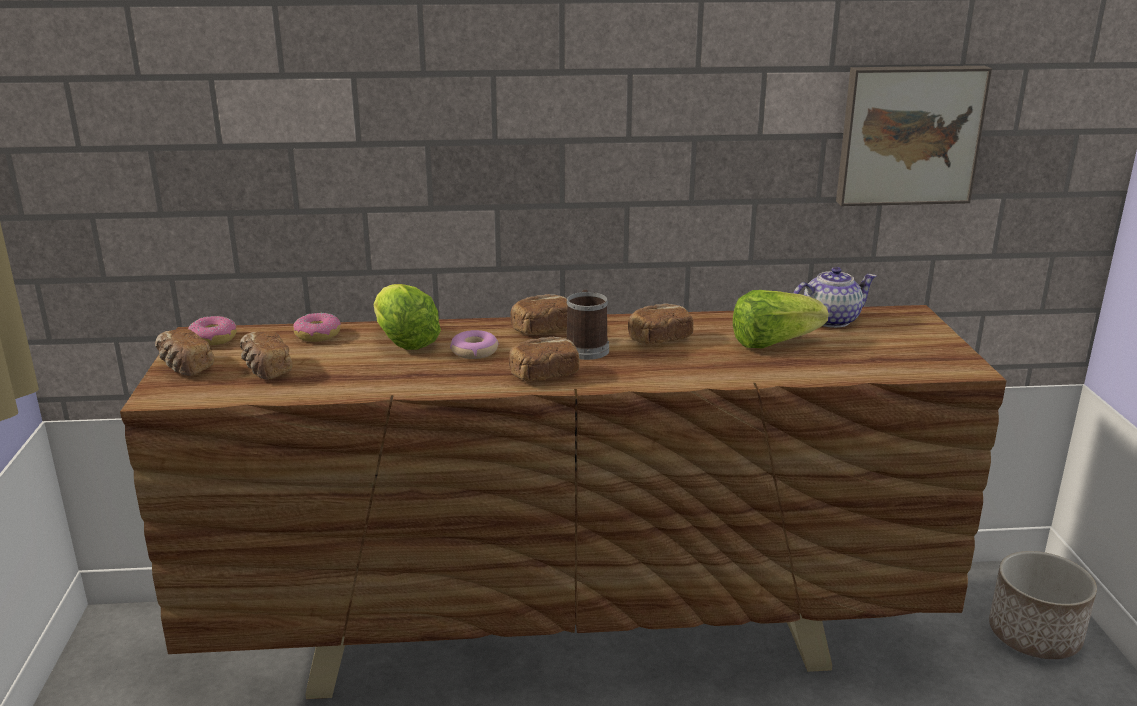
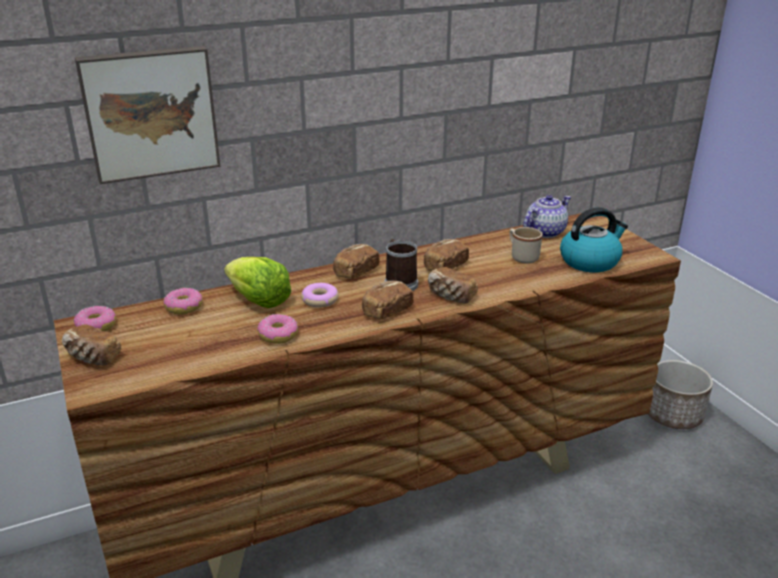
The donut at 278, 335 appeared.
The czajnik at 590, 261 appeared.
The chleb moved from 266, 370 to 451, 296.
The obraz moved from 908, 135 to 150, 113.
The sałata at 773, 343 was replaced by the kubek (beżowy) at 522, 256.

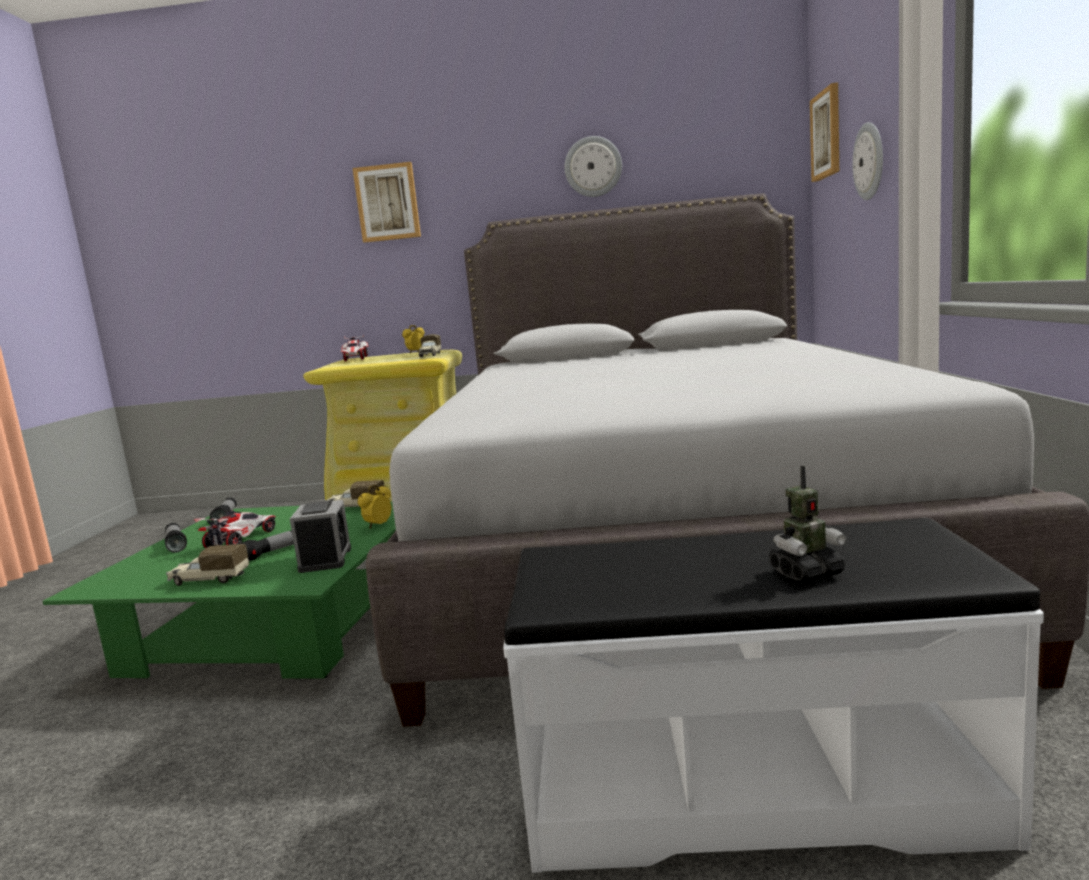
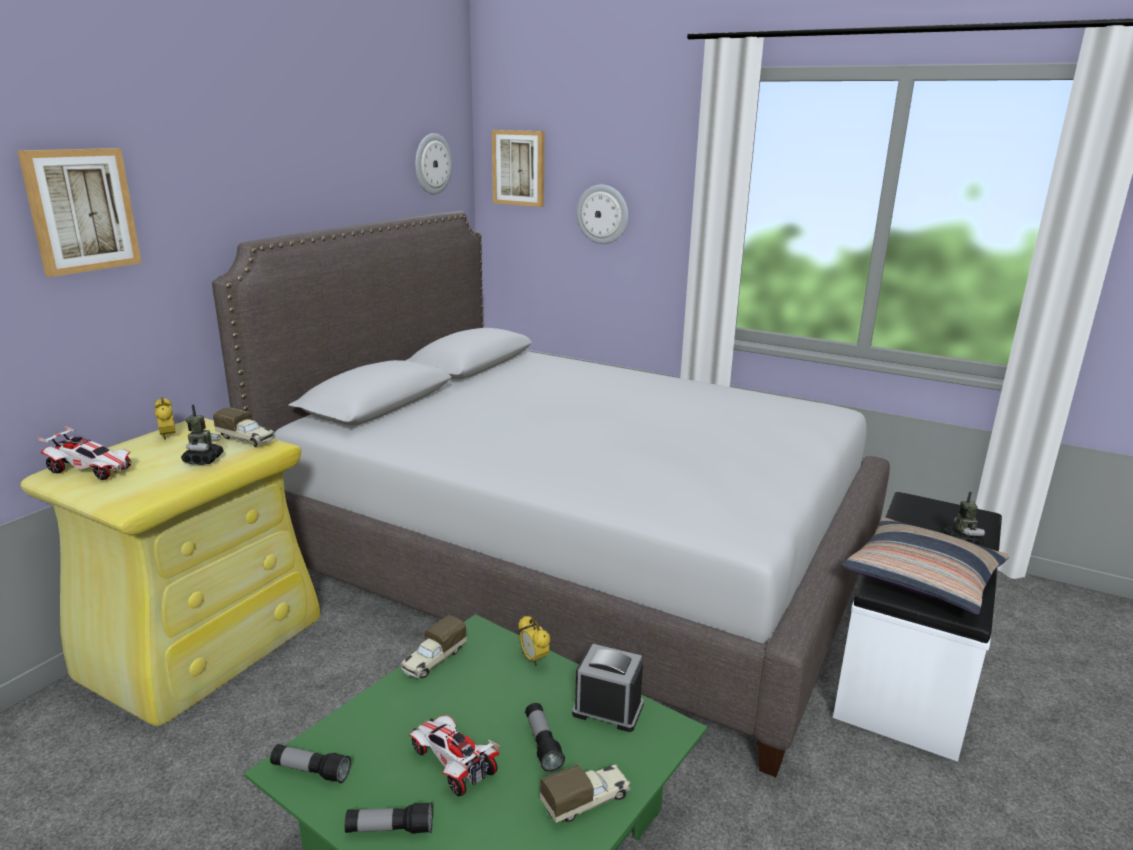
The robot zabawkowy at 203, 460 appeared.
The poduszka at 922, 578 appeared.
The zegar ścienny moved from 593, 167 to 432, 164.
The ciężarówka zabawkowa at 208, 579 turned 150 degrees counterclockwise.

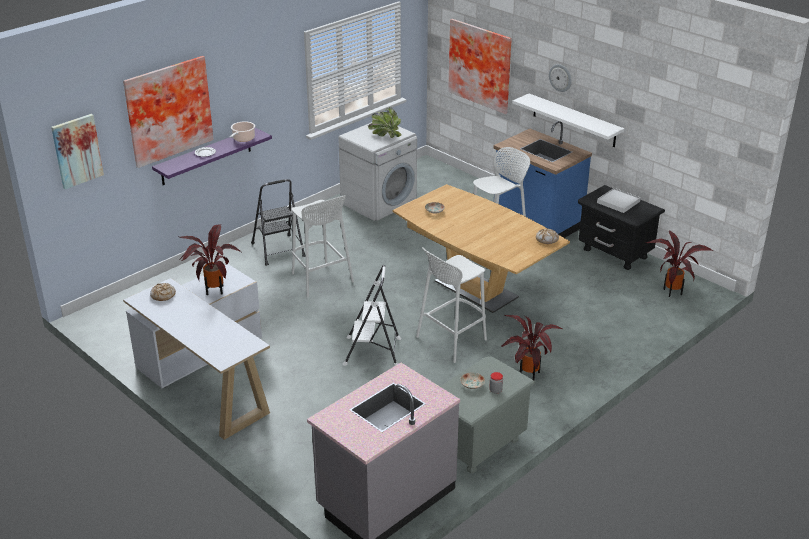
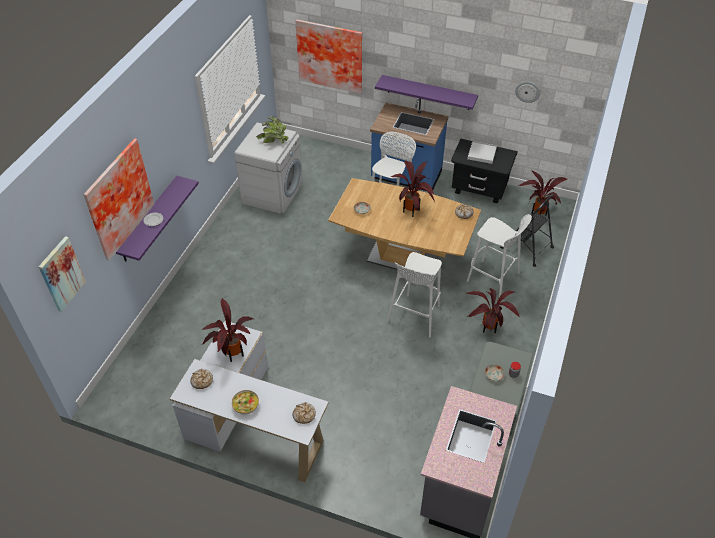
The garnek at 243, 139 disappeared.
The drabinka (biały) at 374, 351 disappeared.
The miska at 246, 406 appeared.
The chleb at 304, 415 appeared.
The roślina doniczkowa at 413, 210 appeared.
The drabinka (czarny) moved from 278, 250 to 528, 248.
The stołek (biały) moved from 320, 279 to 493, 279.
The zegar ścienny moved from 560, 77 to 527, 91.
The półka (biały) at 574, 120 became the półka (fioletowy) at 428, 92.

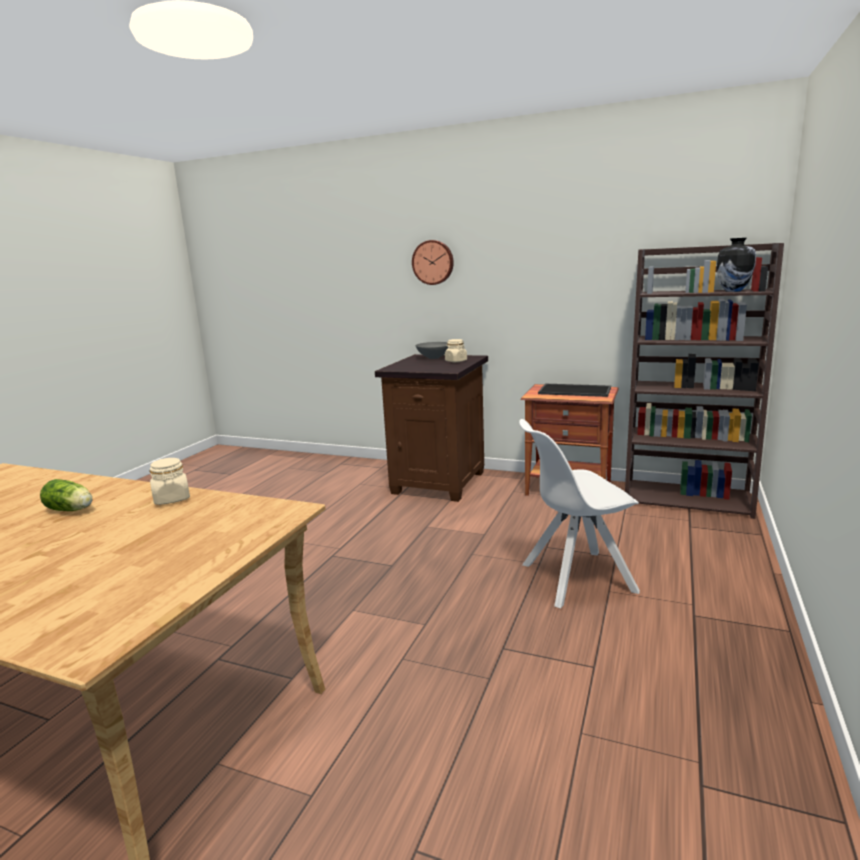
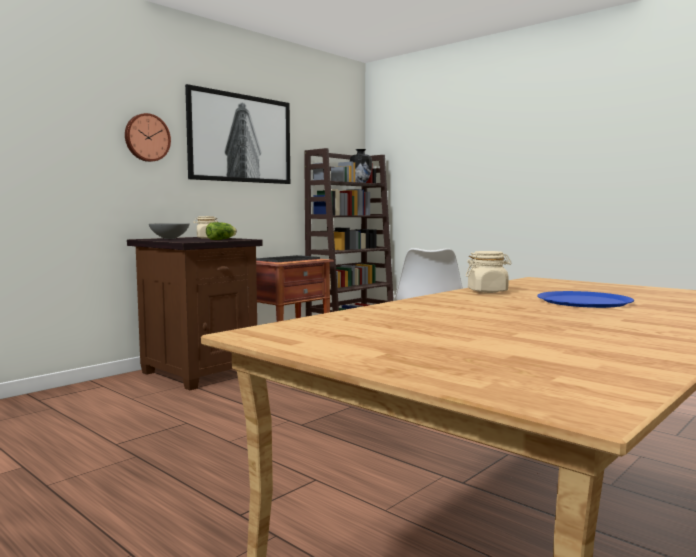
The obraz at 241, 138 appeared.
The talerz (niebieski) at 584, 301 appeared.
The sałata moved from 71, 510 to 222, 239.

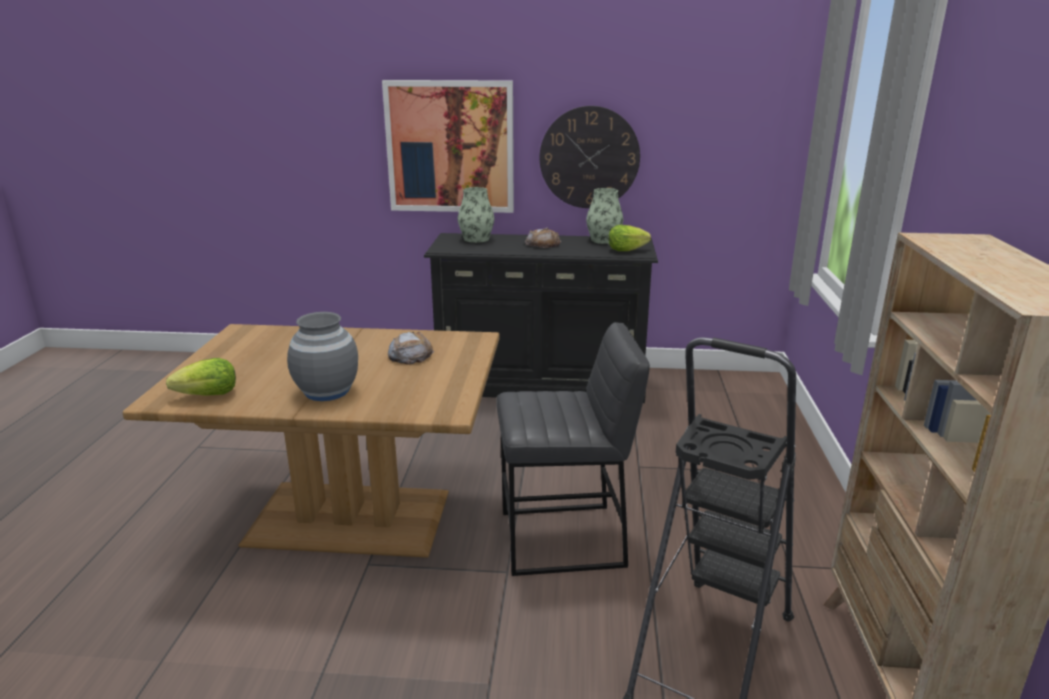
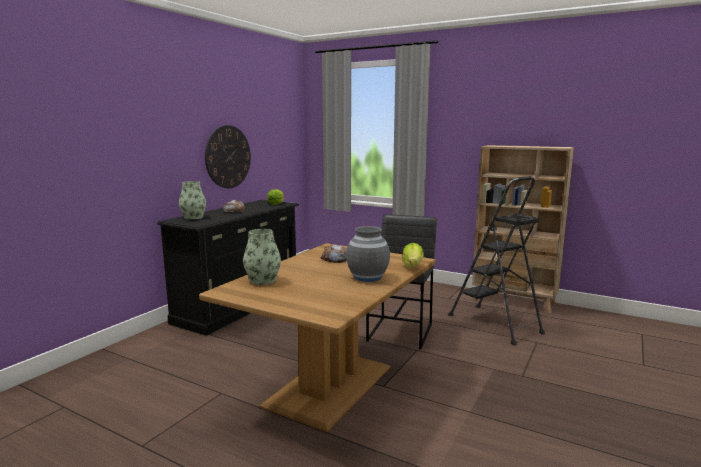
The obraz at 450, 147 disappeared.
The sałata moved from 209, 395 to 412, 266.
The wazon moved from 603, 240 to 262, 280.

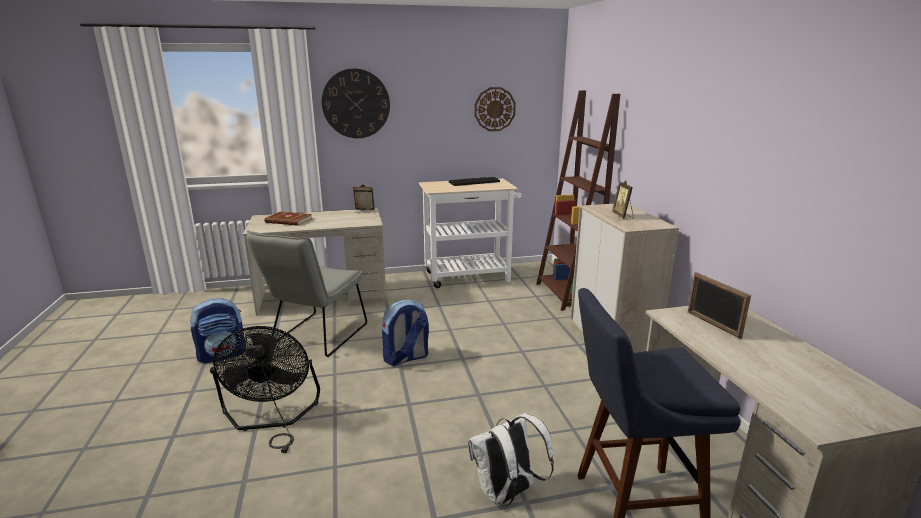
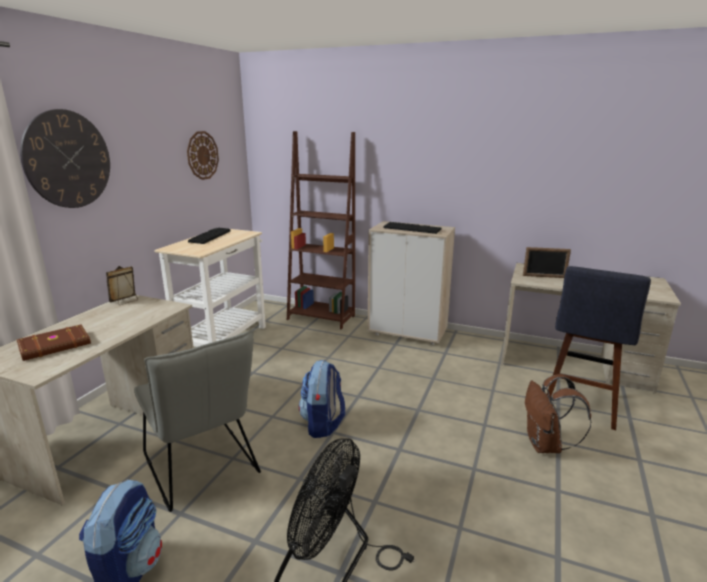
The ramka na zdjęcie at 623, 216 was replaced by the klawiatura at 412, 229.
The plecak (biały) at 507, 494 became the plecak (brązowy) at 546, 445.

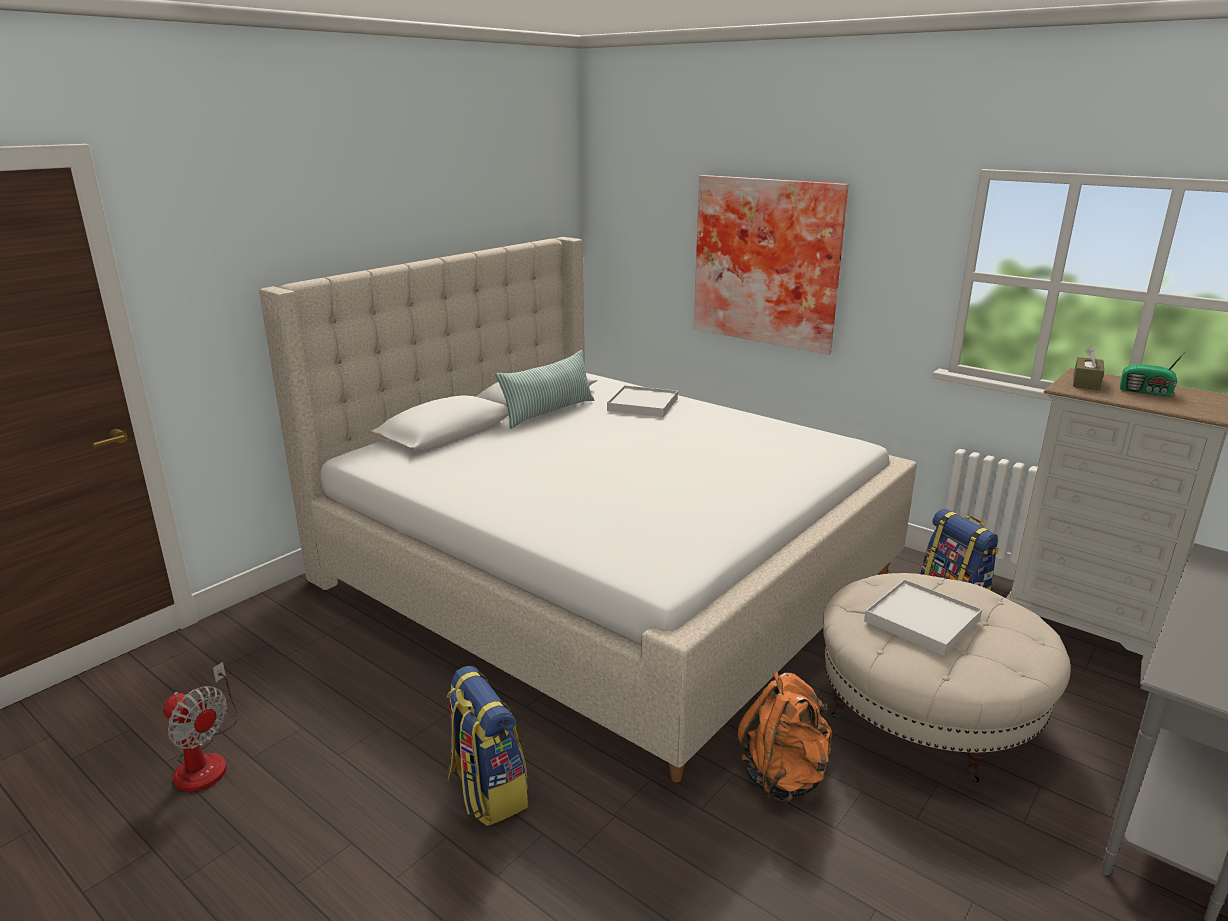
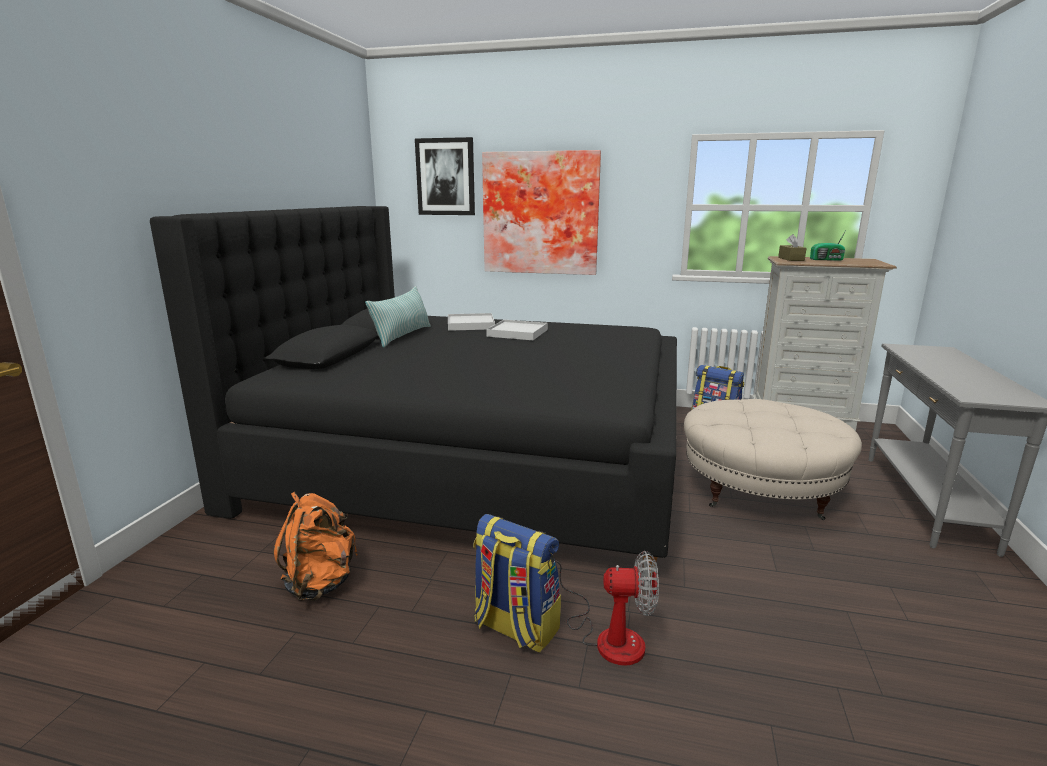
The obraz at 445, 177 appeared.
The wentylator moved from 206, 760 to 608, 636.
The plecak (pomarańczowy) moved from 784, 776 to 320, 583.
The taca (biały) moved from 922, 620 to 518, 333.
The łóżko (beżowy) at 604, 575 became the łóżko (czarny) at 476, 458.

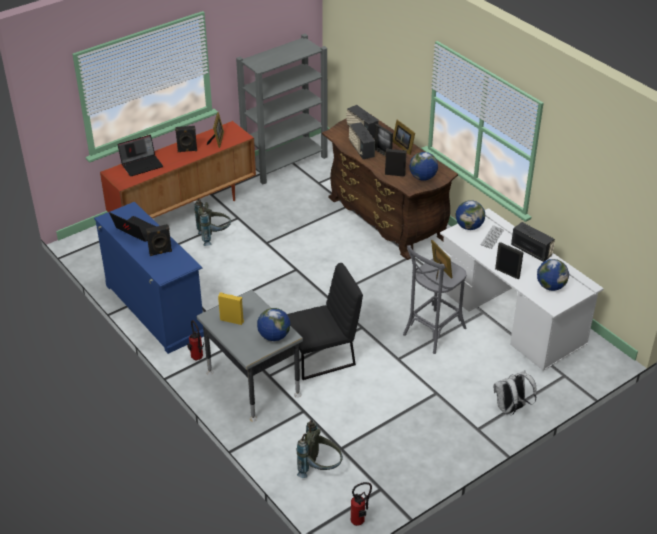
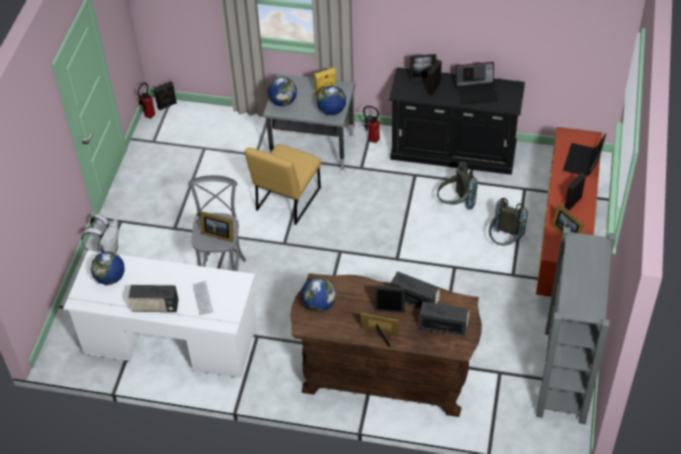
The plecak (szary) moved from 320, 469 to 455, 204.
The głośnik (czarny) moved from 395, 173 to 167, 106.
The globus moved from 469, 227 to 331, 111.
The ramka na zdjęcie moved from 507, 273 to 422, 79.
The szafka (niebieski) at 155, 309 became the szafka (czarny) at 453, 151.
The krzesło (czarny) at 322, 356 became the krzesło (żółty) at 287, 200.

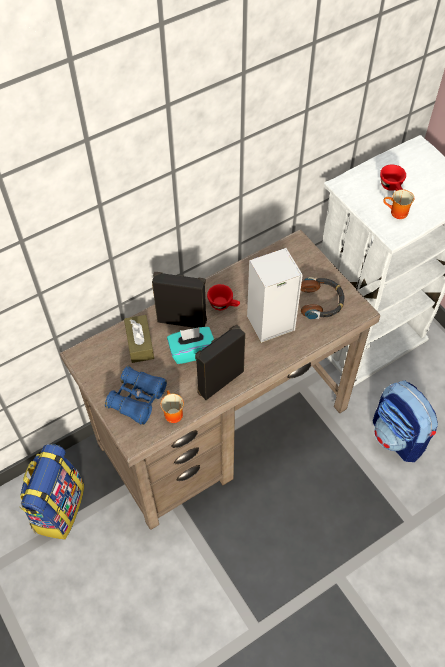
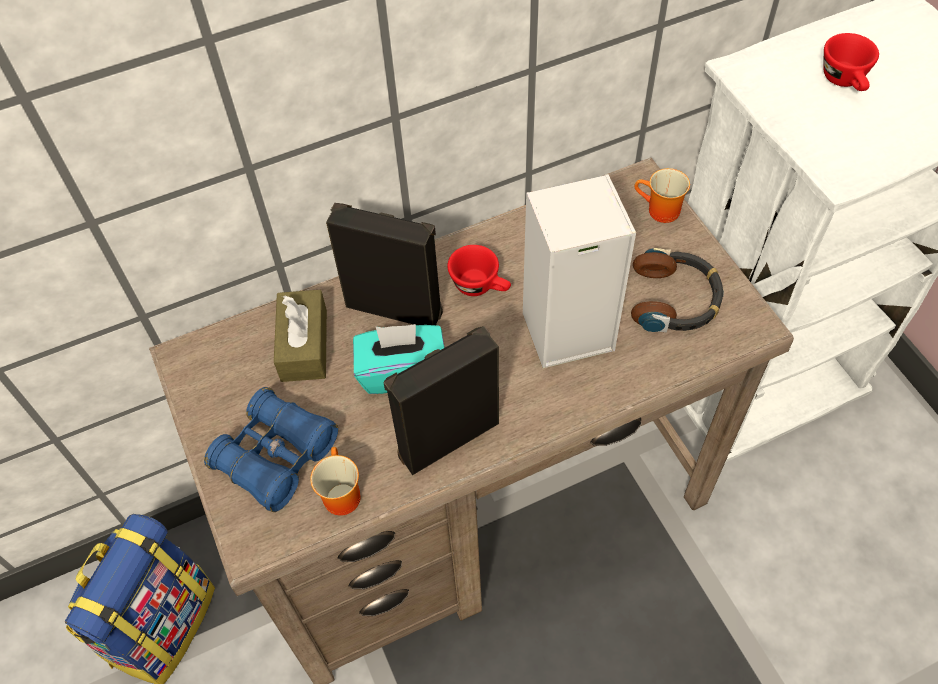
The plecak at 398, 437 disappeared.
The kubek moved from 396, 213 to 659, 212.

